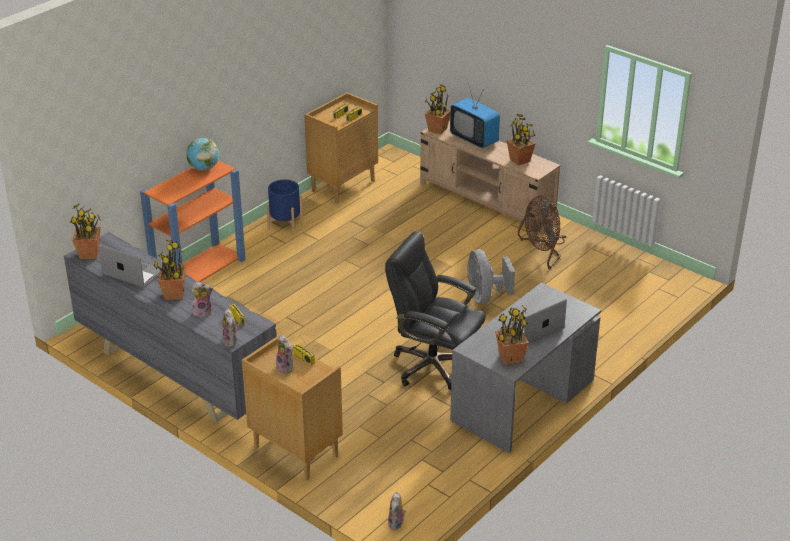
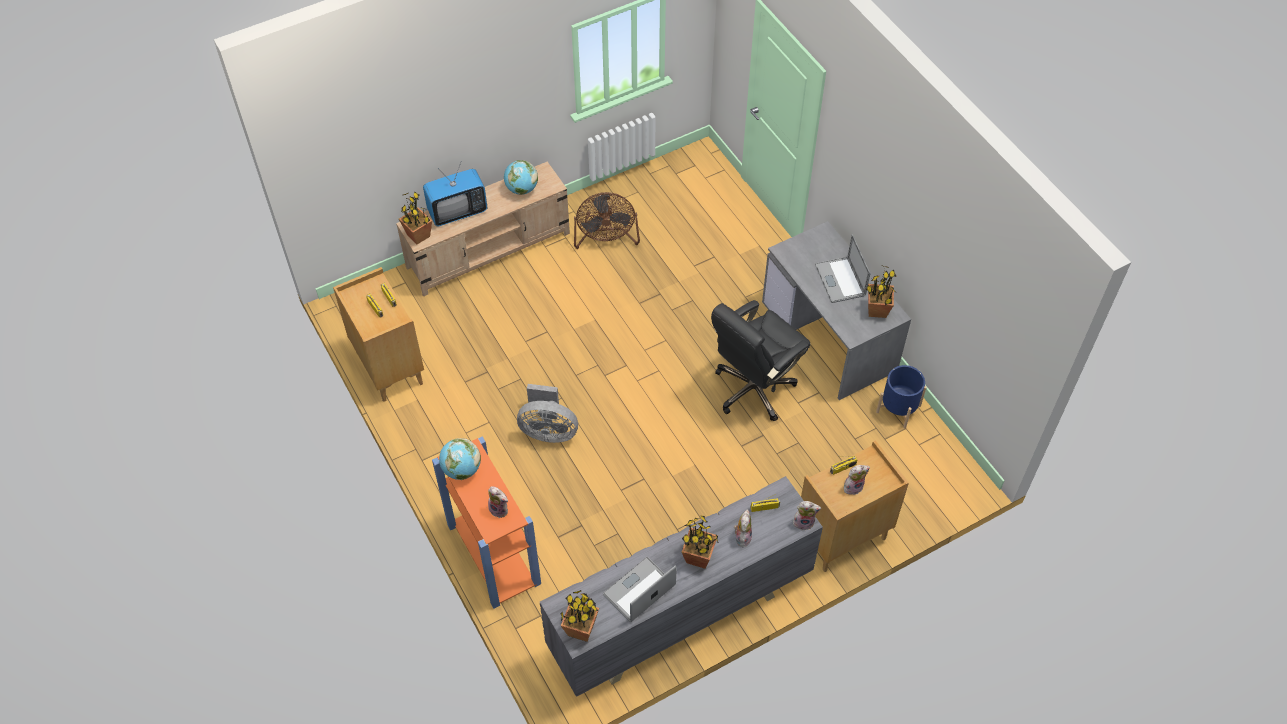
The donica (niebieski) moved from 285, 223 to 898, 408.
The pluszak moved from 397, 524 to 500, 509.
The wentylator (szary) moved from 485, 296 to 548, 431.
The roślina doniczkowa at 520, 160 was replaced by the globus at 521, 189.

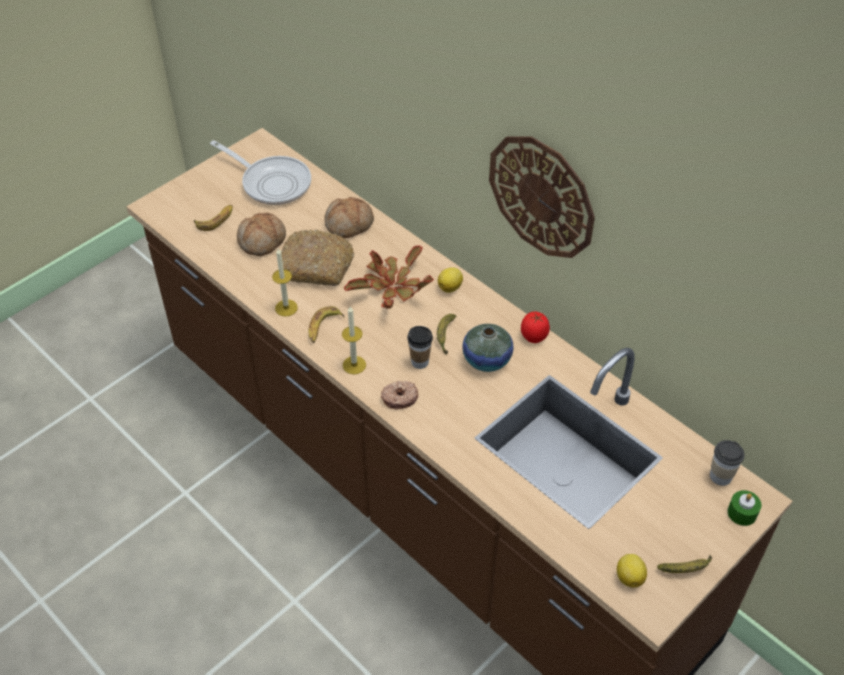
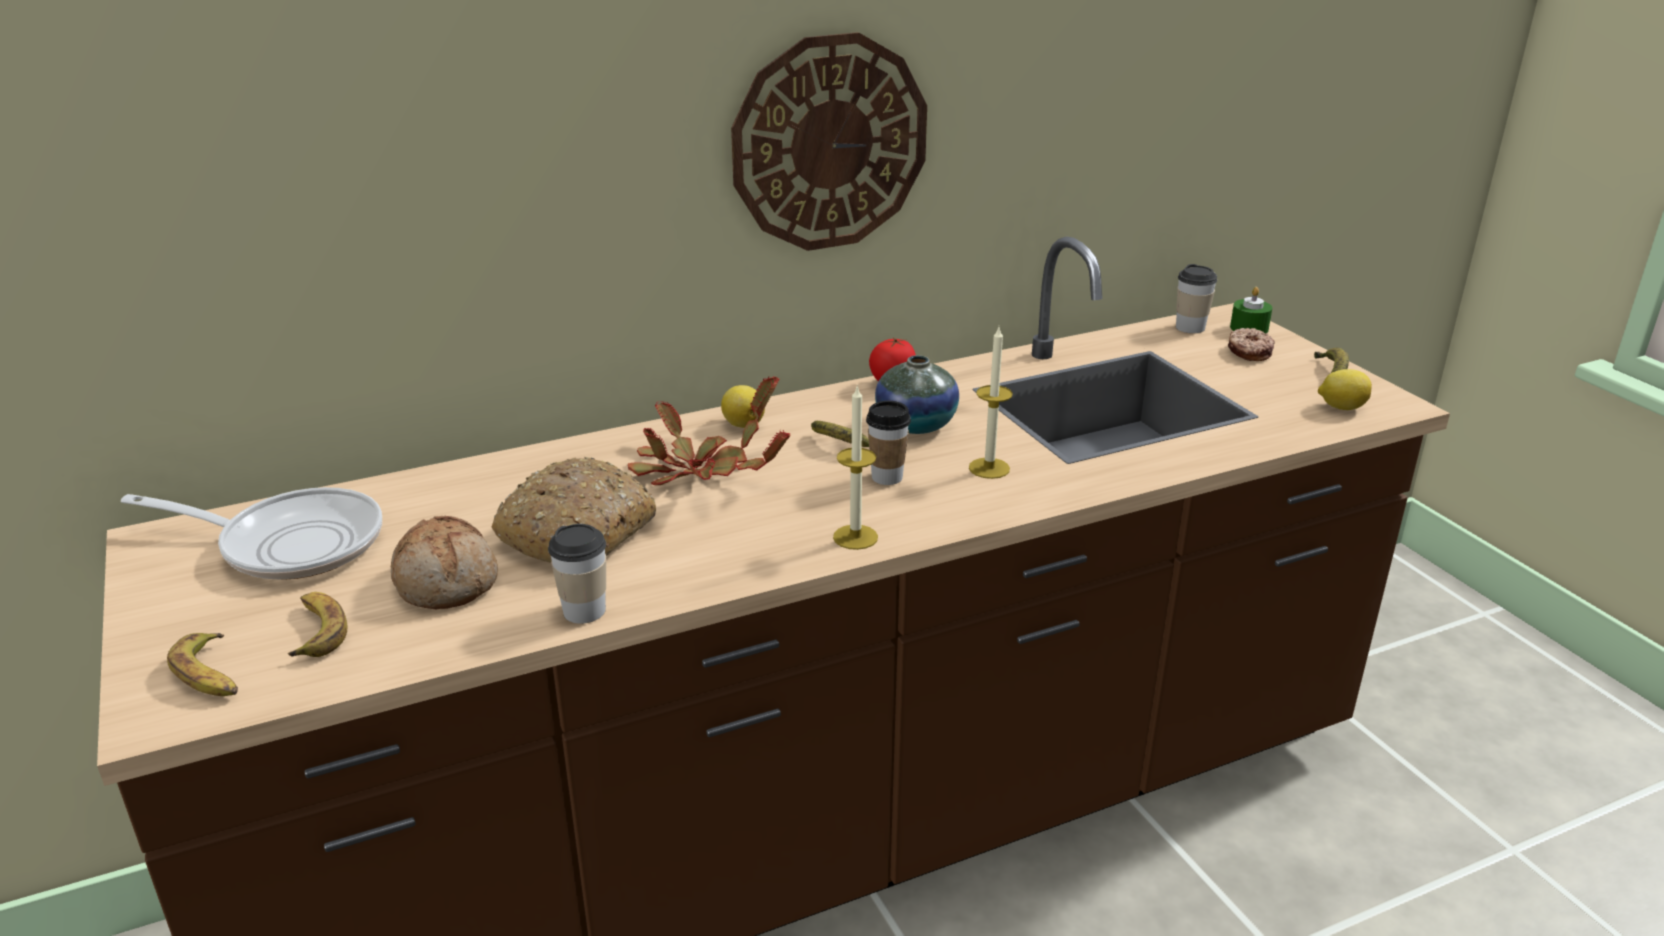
The chleb at 349, 225 disappeared.
The filiżanka at 584, 611 appeared.
The świeca moved from 286, 308 to 989, 468.
The banan moved from 323, 327 to 211, 675.
The donut moved from 399, 398 to 1248, 352.
The patelnia at 272, 182 turned 45 degrees clockwise.

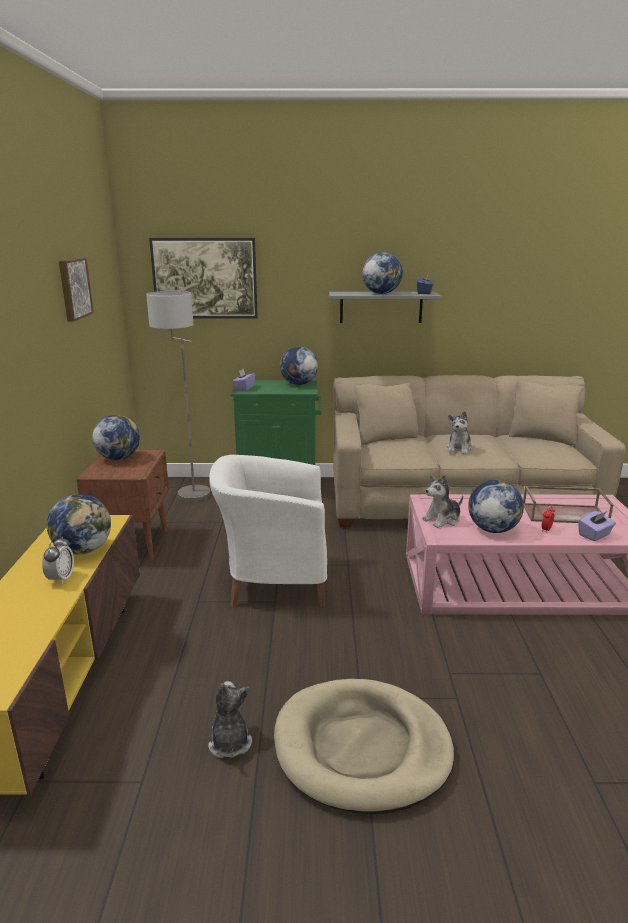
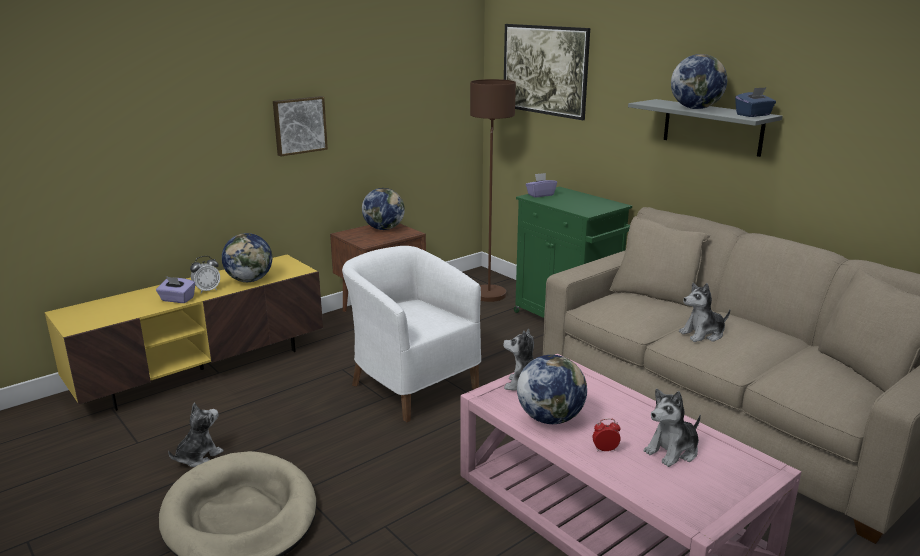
The globus at 298, 384 disappeared.
The obraz moved from 73, 288 to 299, 125.
The pudełko chusteczek (fioletowy) moved from 594, 535 to 177, 299.
The taca (brązowy) at 565, 513 was replaced by the pluszak at 673, 451.
The lampa stojąca (szary) at 188, 492 became the lampa stojąca (brązowy) at 489, 291.

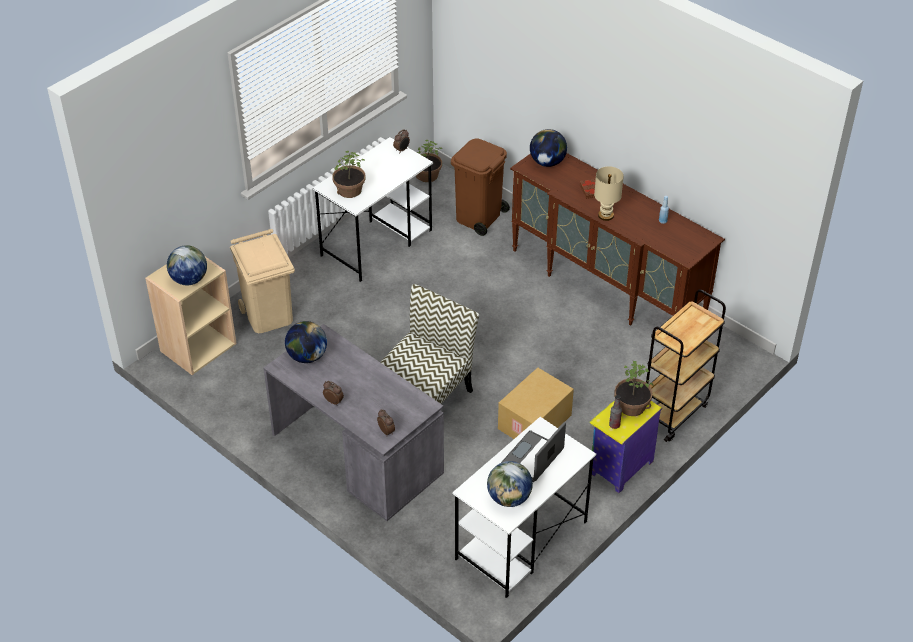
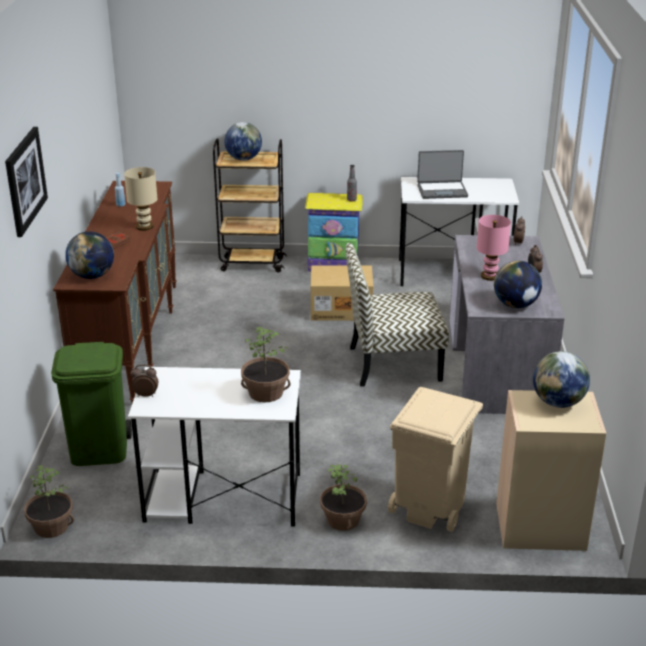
The obraz at 24, 180 appeared.
The lampa stołowa (różowy) at 490, 276 appeared.
The globus moved from 509, 498 to 243, 159.
The roślina doniczkowa moved from 631, 406 to 343, 519.
The kosz na śmieci (brązowy) at 478, 217 became the kosz na śmieci (zielony) at 100, 451.

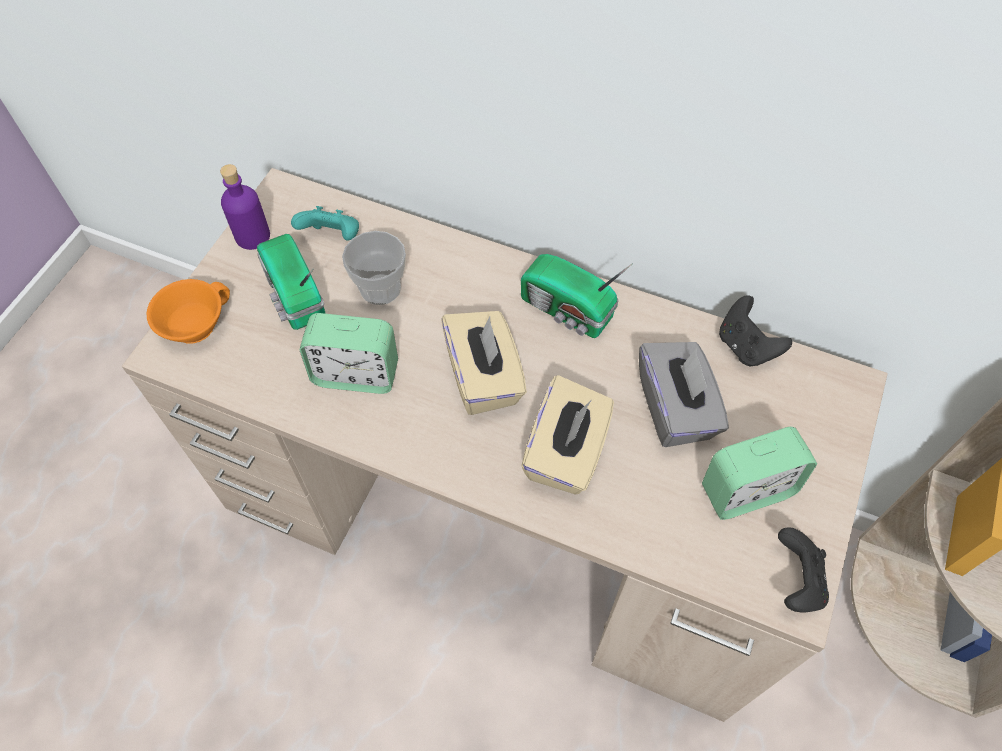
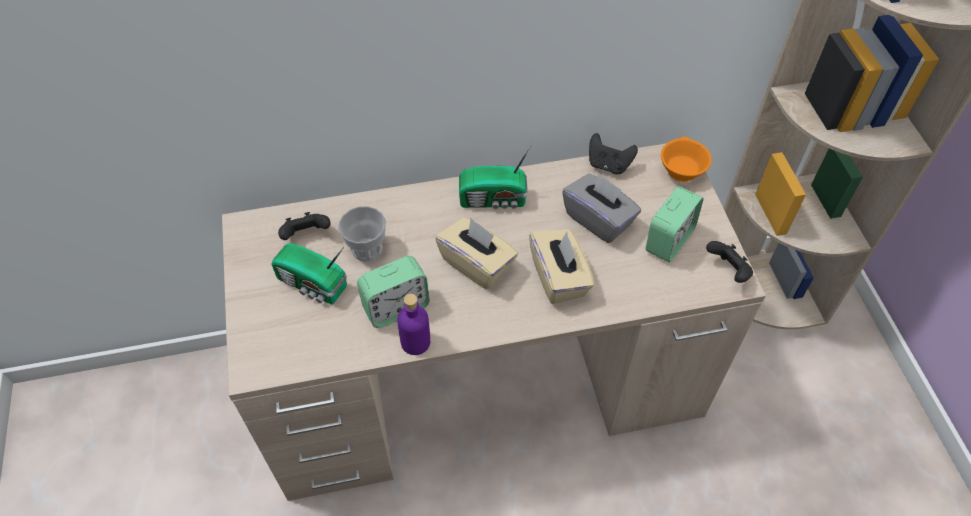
The filiżanka (pomarańczowy) moved from 194, 323 to 680, 169.
The butelka (fioletowy) moved from 253, 236 to 415, 342.
The pad do gier (turkusowy) at 332, 237 became the pad do gier (czarny) at 306, 235.

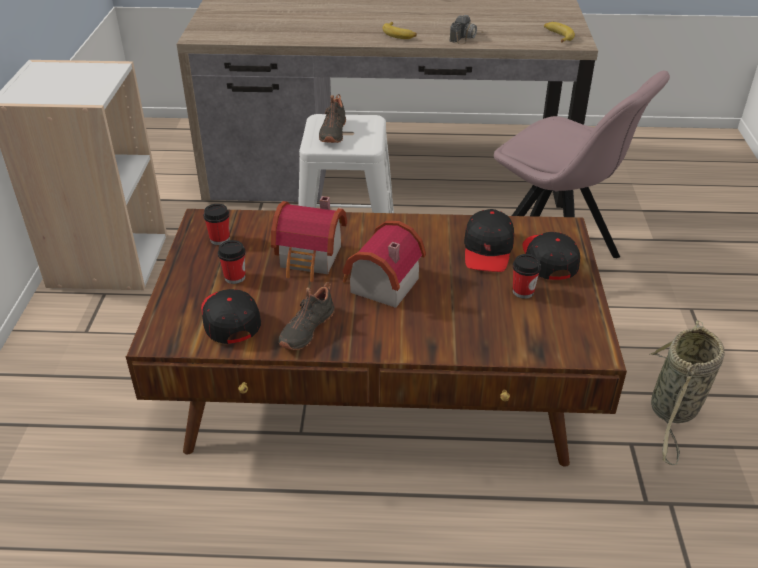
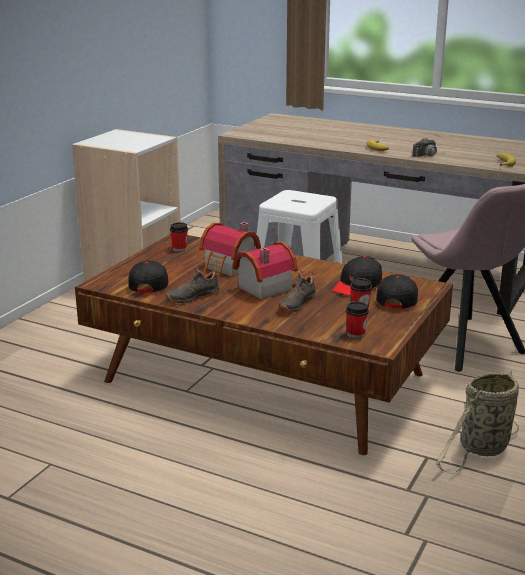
The filiżanka moved from 235, 277 to 356, 334.
The but (czarny) moved from 332, 132 to 296, 304.

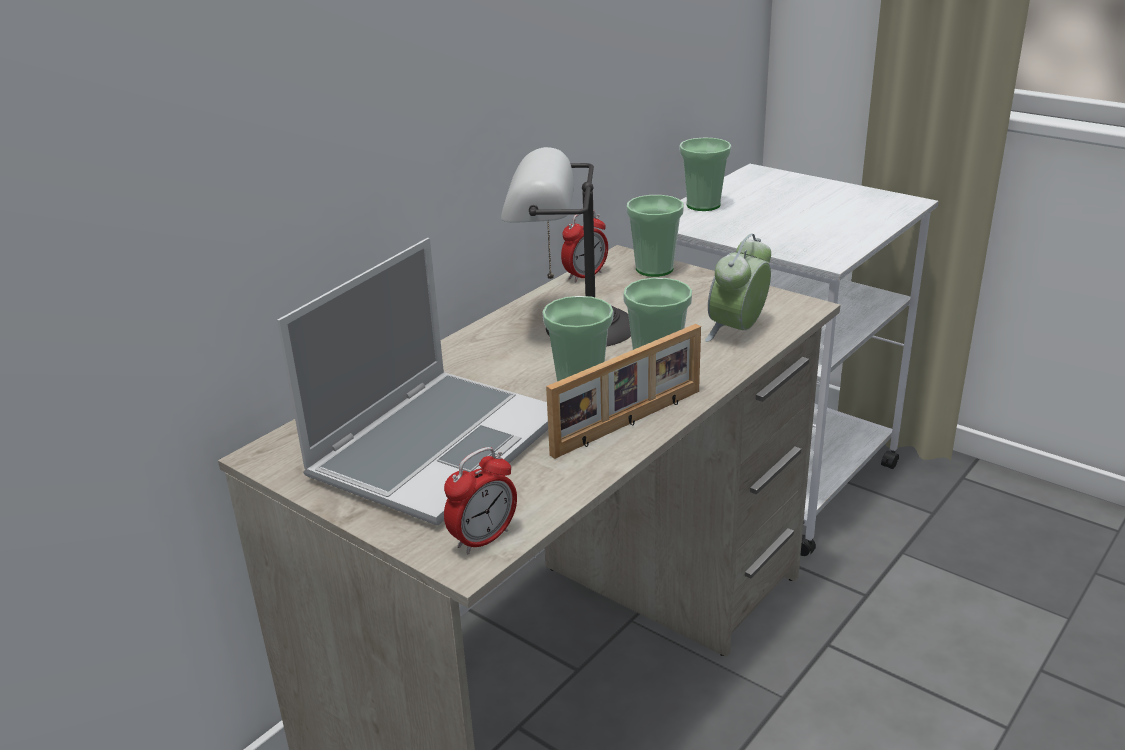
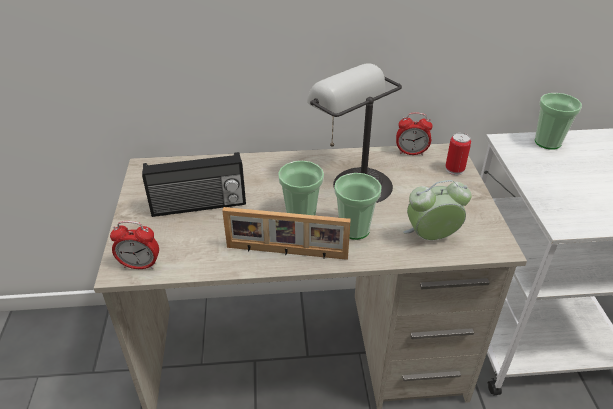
The laptop at 437, 446 was replaced by the radio at 199, 206.
The filiżanka at 654, 269 was replaced by the puszka at 454, 169.

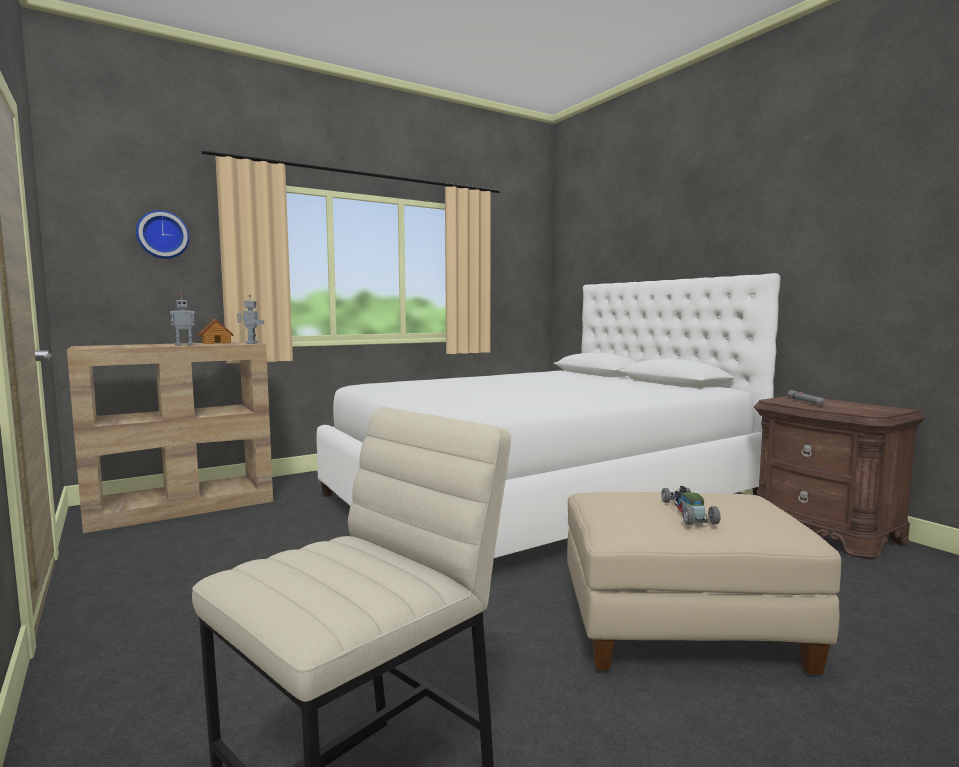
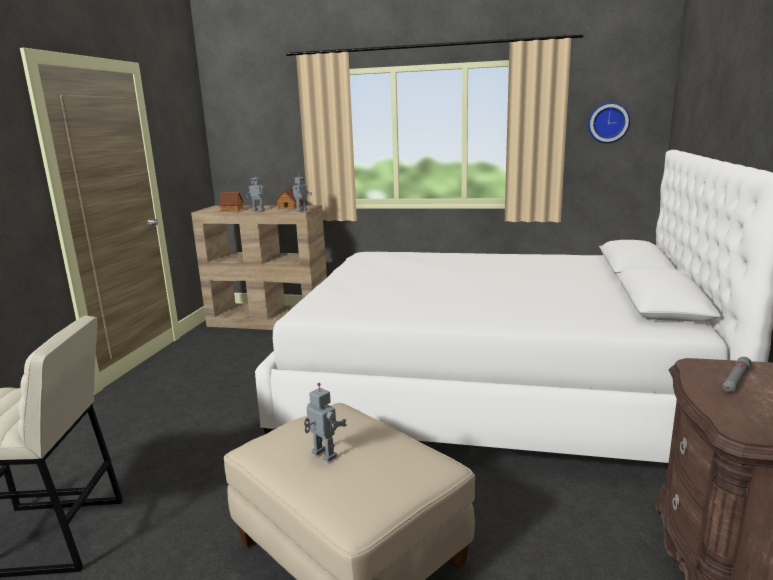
The domek at 232, 209 appeared.
The zegar ścienny moved from 162, 235 to 608, 122.
The samochodzik at 688, 512 was replaced by the robot zabawkowy at 323, 456.

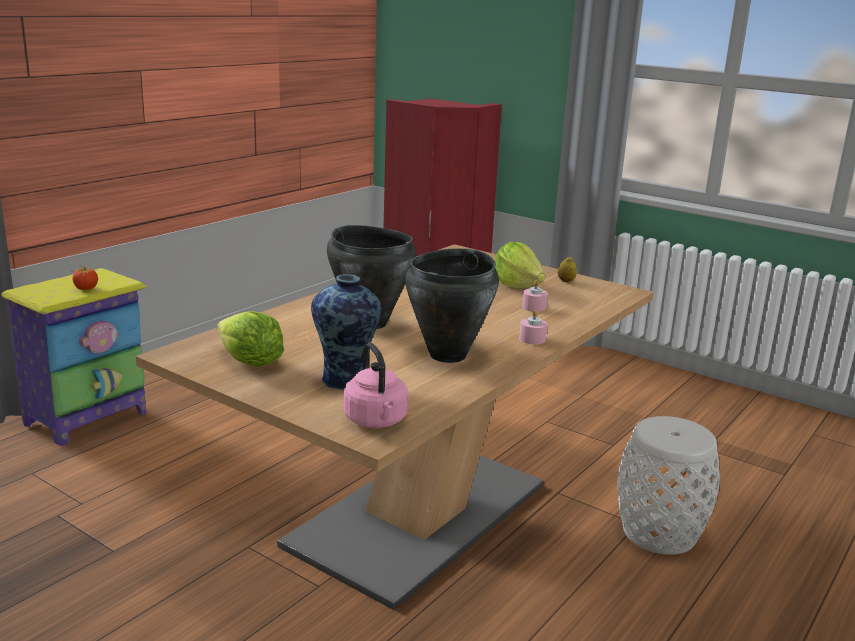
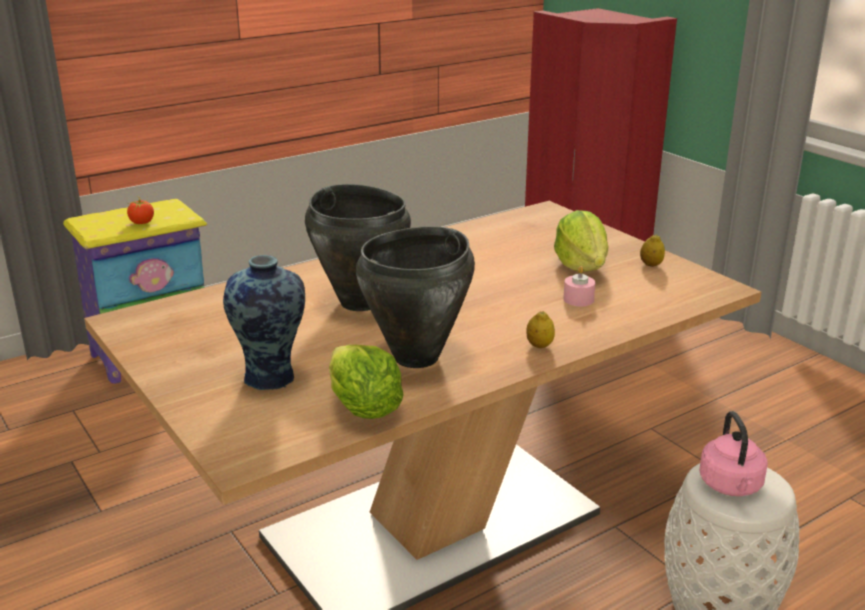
The sałata moved from 250, 363 to 363, 409.
The czajnik (różowy) moved from 376, 421 to 731, 486.
The świeca (różowy) at 532, 339 was replaced by the cytryna at 539, 346.

